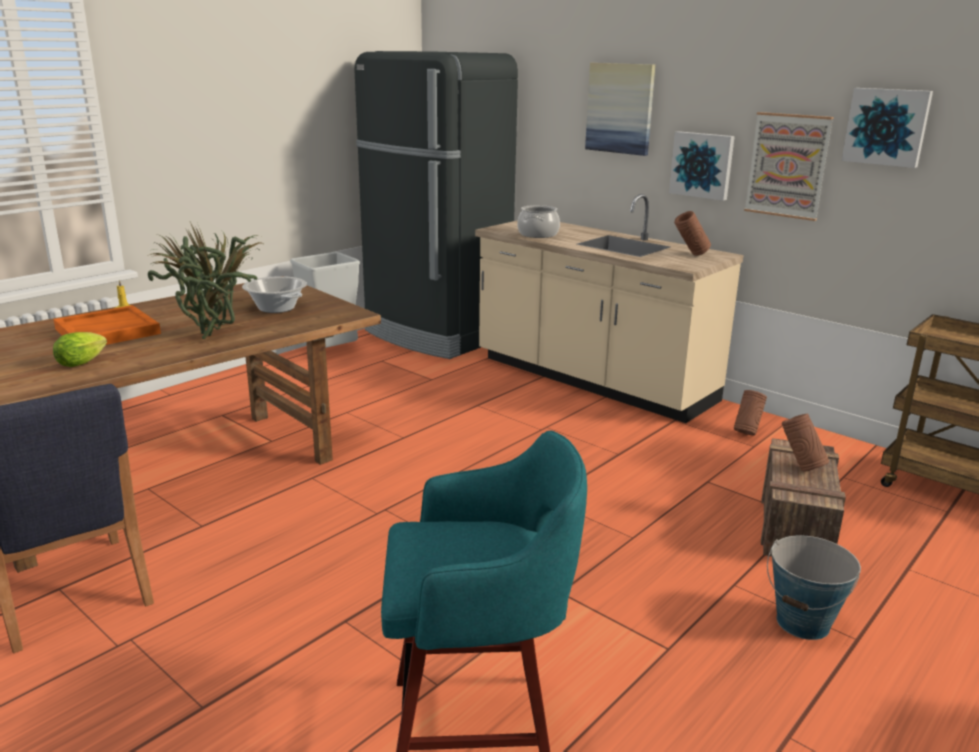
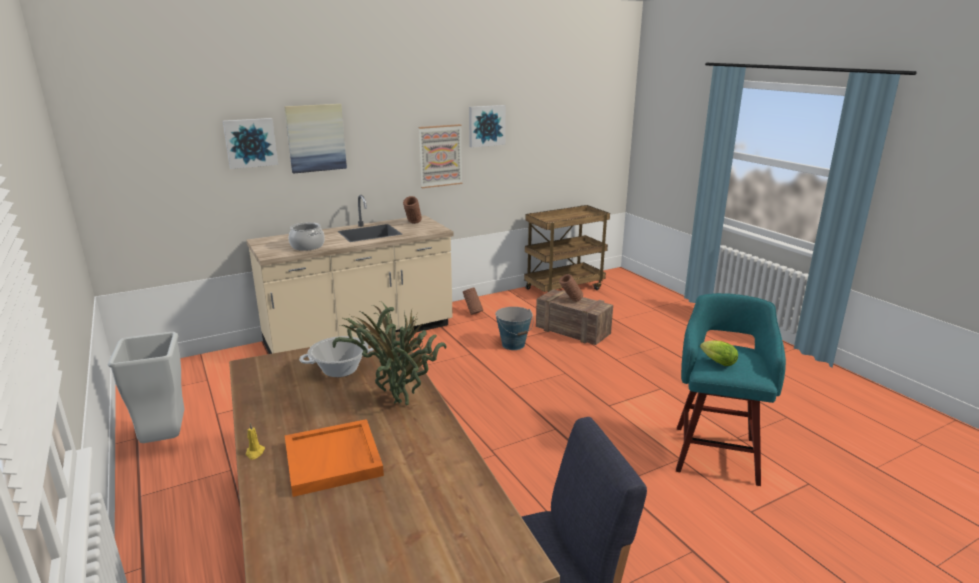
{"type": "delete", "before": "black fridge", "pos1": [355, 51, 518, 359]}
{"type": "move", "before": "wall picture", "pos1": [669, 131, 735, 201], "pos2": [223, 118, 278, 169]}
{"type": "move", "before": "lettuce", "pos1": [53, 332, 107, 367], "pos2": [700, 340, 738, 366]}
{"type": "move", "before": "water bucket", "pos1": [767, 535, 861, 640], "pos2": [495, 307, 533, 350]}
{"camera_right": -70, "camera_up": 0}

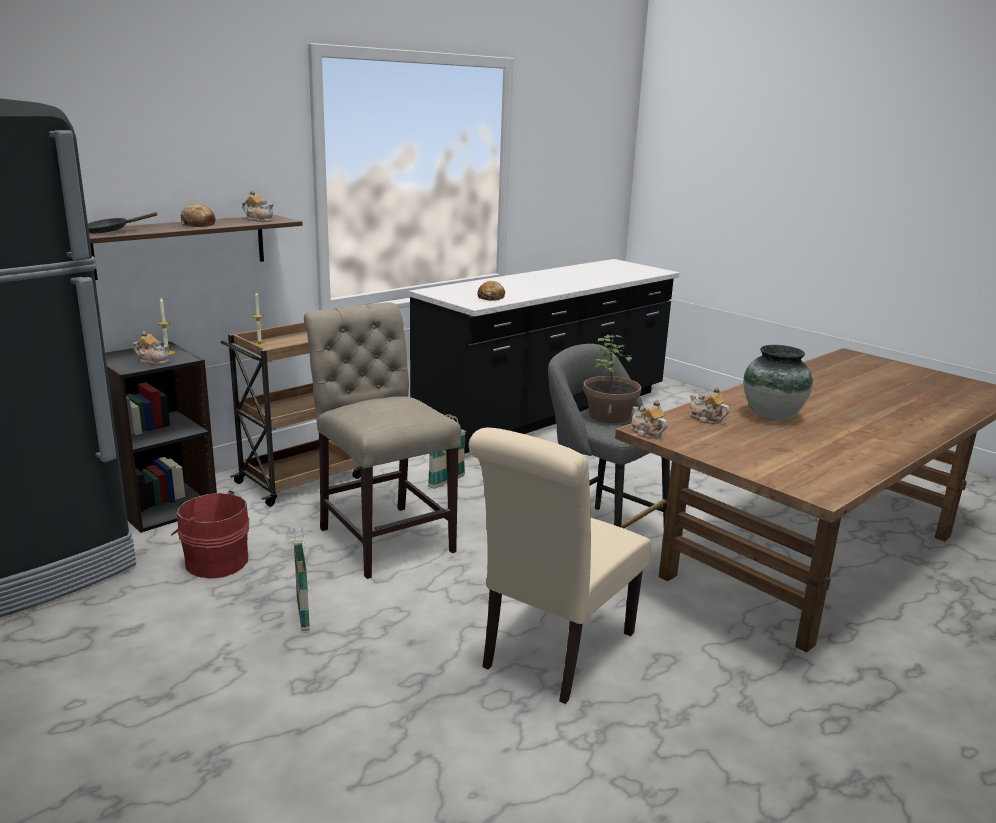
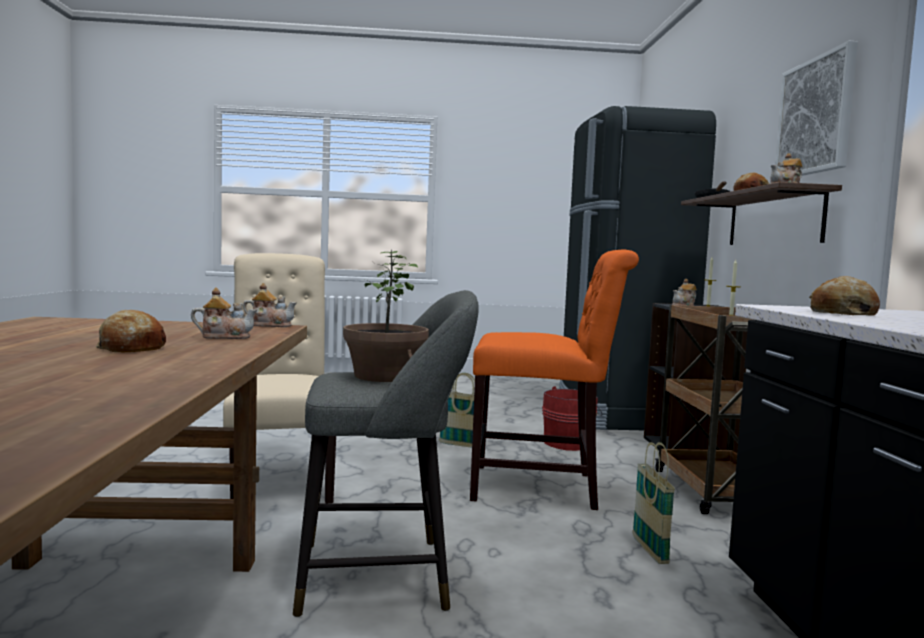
{"type": "recolor", "before": "beige-coloured plain chair", "after": "orange plain chair", "pos1": [304, 302, 461, 579], "pos2": [470, 250, 639, 510]}
{"type": "replace", "before": "vase", "after": "bakery bread", "pos1": [743, 345, 813, 420], "pos2": [96, 310, 166, 352]}
{"type": "insert", "after": "wall picture", "pos2": [775, 41, 858, 176]}
{"camera_right": 130, "camera_up": -15}

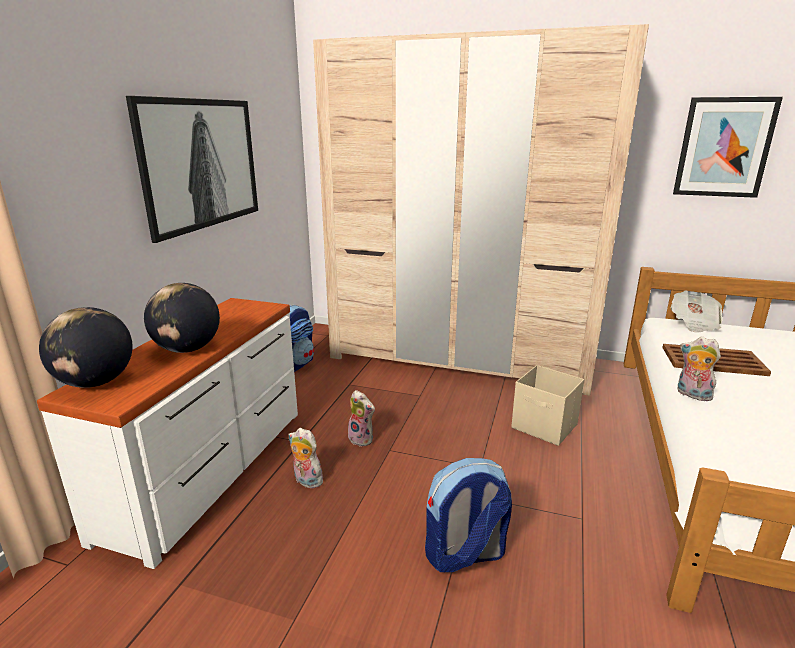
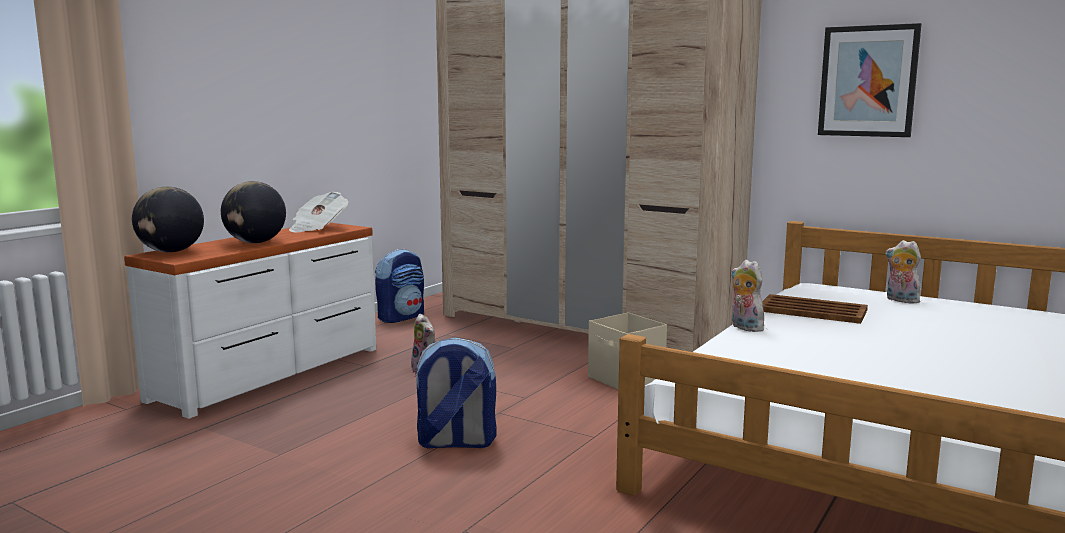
{"type": "delete", "before": "wall picture", "pos1": [126, 96, 258, 243]}
{"type": "move", "before": "newspaper", "pos1": [670, 290, 722, 333], "pos2": [289, 192, 348, 232]}
{"type": "move", "before": "soft toy", "pos1": [289, 428, 323, 488], "pos2": [885, 240, 921, 304]}
{"camera_right": 15, "camera_up": -10}

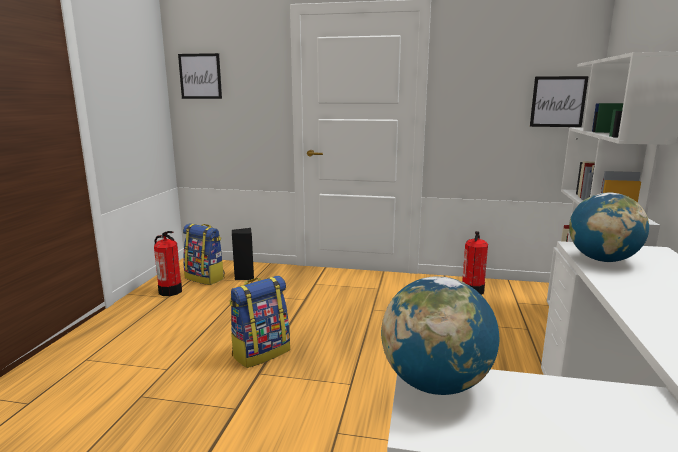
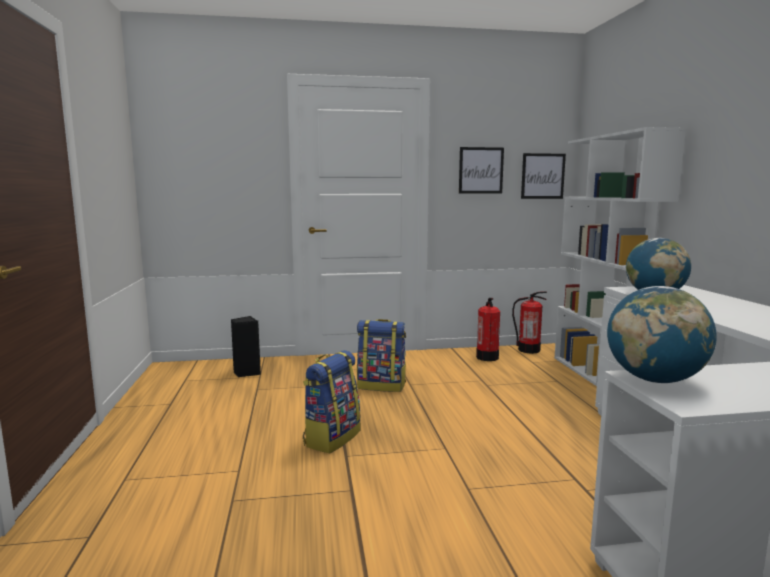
{"type": "move", "before": "wall picture", "pos1": [178, 53, 222, 99], "pos2": [459, 147, 504, 193]}
{"type": "move", "before": "knapsack", "pos1": [183, 223, 225, 285], "pos2": [357, 319, 406, 392]}
{"type": "move", "before": "extinguisher", "pos1": [154, 231, 182, 296], "pos2": [512, 291, 547, 354]}
{"camera_right": -20, "camera_up": -5}

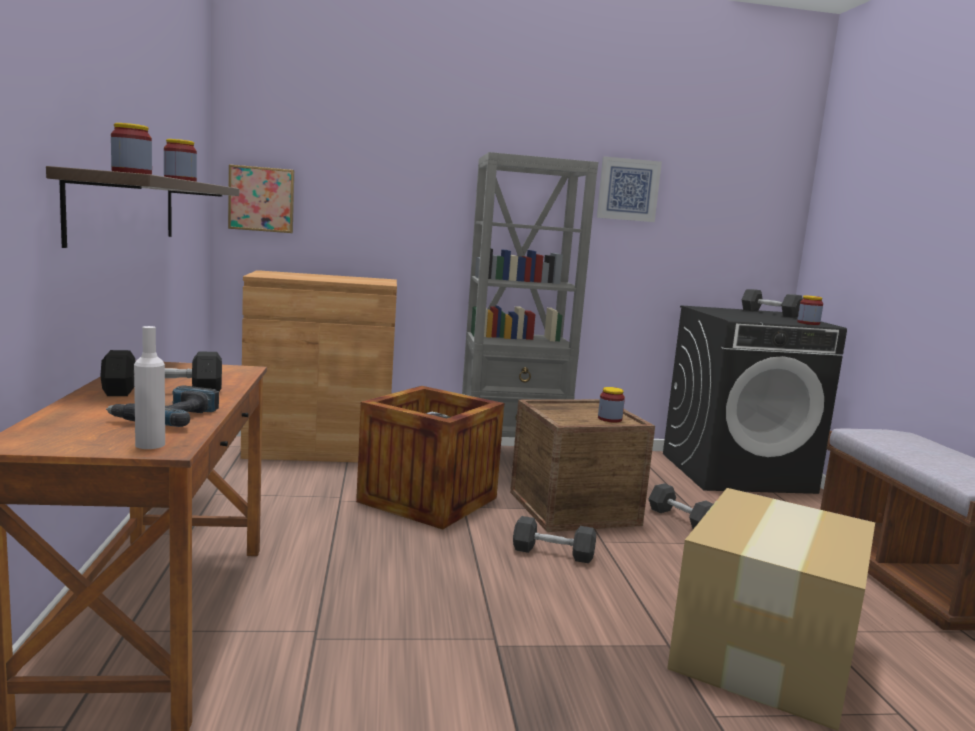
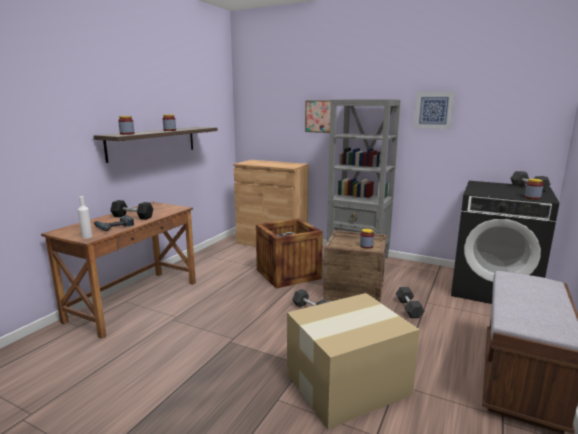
{"type": "move", "before": "wall picture", "pos1": [228, 164, 294, 233], "pos2": [305, 100, 331, 133]}
{"camera_right": 35, "camera_up": 5}

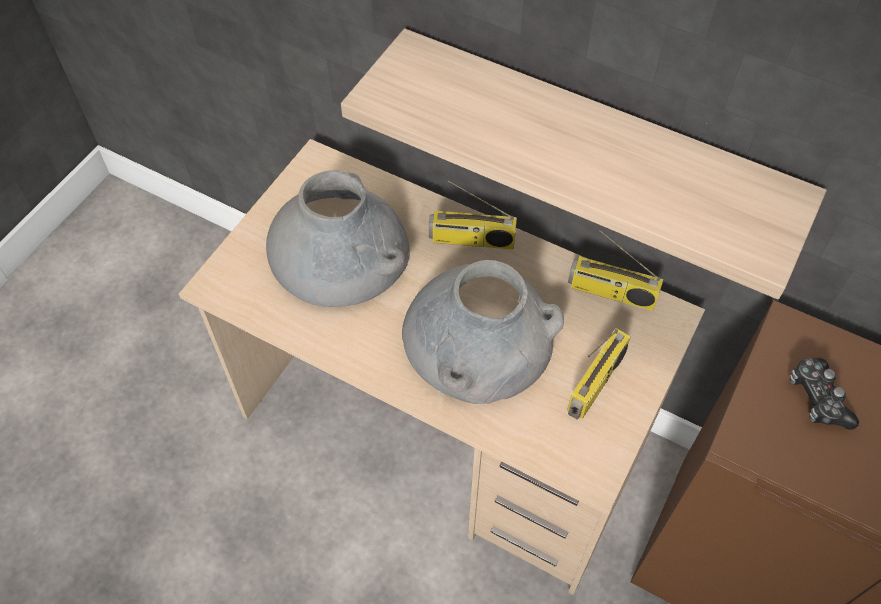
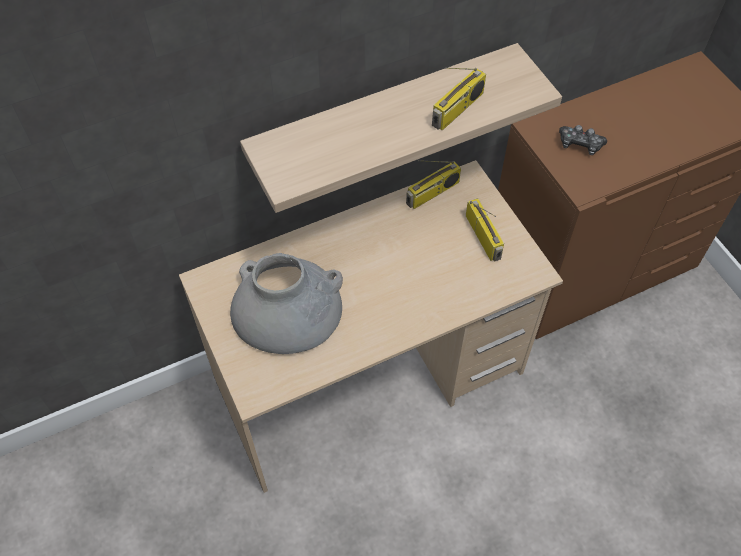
{"type": "move", "before": "radio set", "pos1": [429, 180, 517, 250], "pos2": [432, 67, 486, 130]}
{"type": "delete", "before": "grey vase", "pos1": [402, 260, 564, 404]}
{"camera_right": -55, "camera_up": 0}

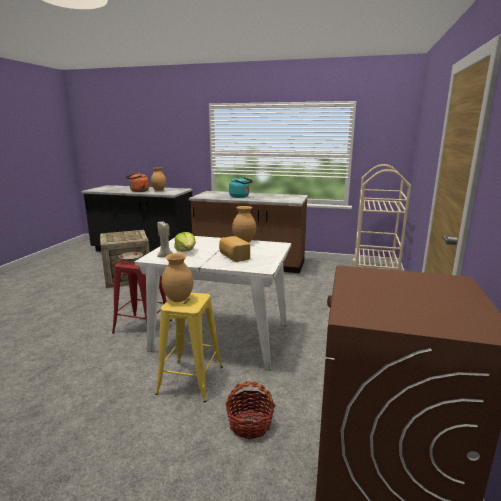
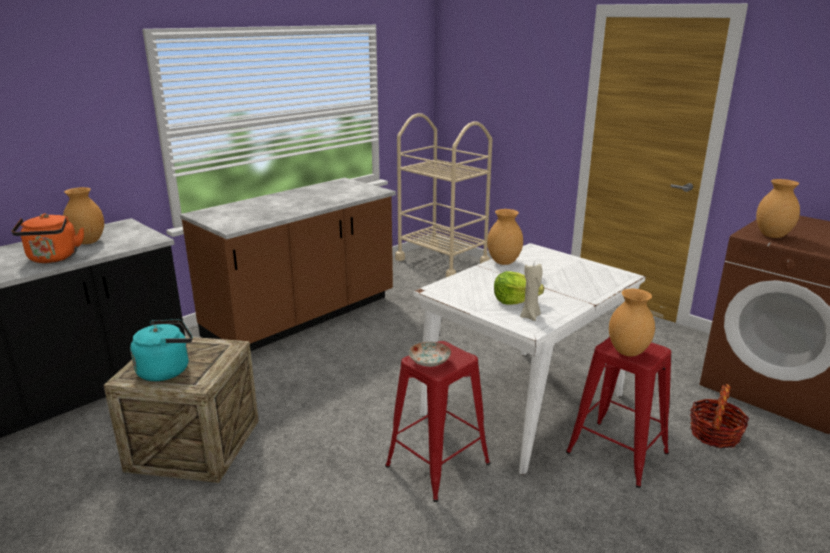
{"type": "move", "before": "turquoise-coloured tea kettle", "pos1": [229, 177, 253, 198], "pos2": [130, 319, 192, 381]}
{"type": "delete", "before": "bakery bread", "pos1": [219, 236, 250, 262]}
{"type": "recolor", "before": "yellowish stool", "after": "red stool", "pos1": [155, 293, 223, 402], "pos2": [566, 337, 671, 488]}
{"type": "insert", "after": "brownish vase", "pos2": [756, 179, 800, 238]}
{"camera_right": -60, "camera_up": 5}

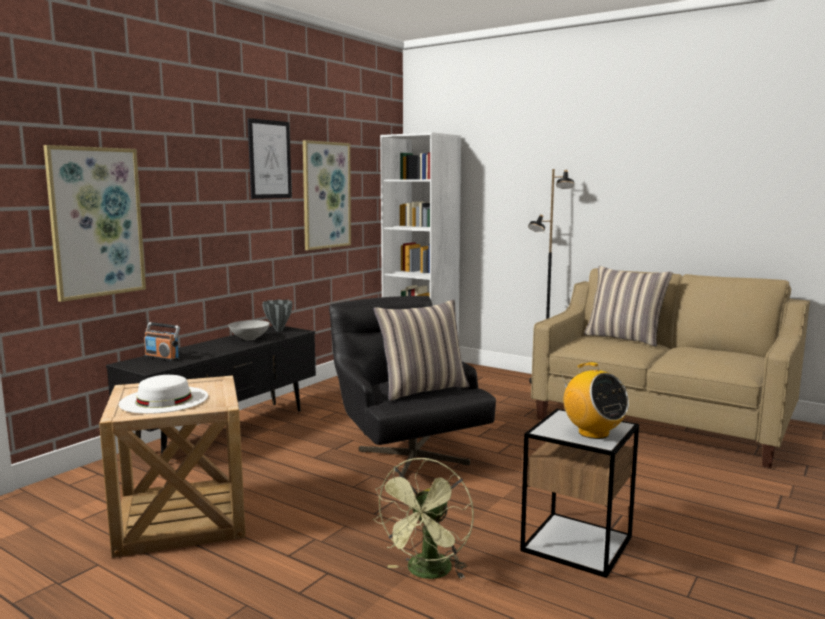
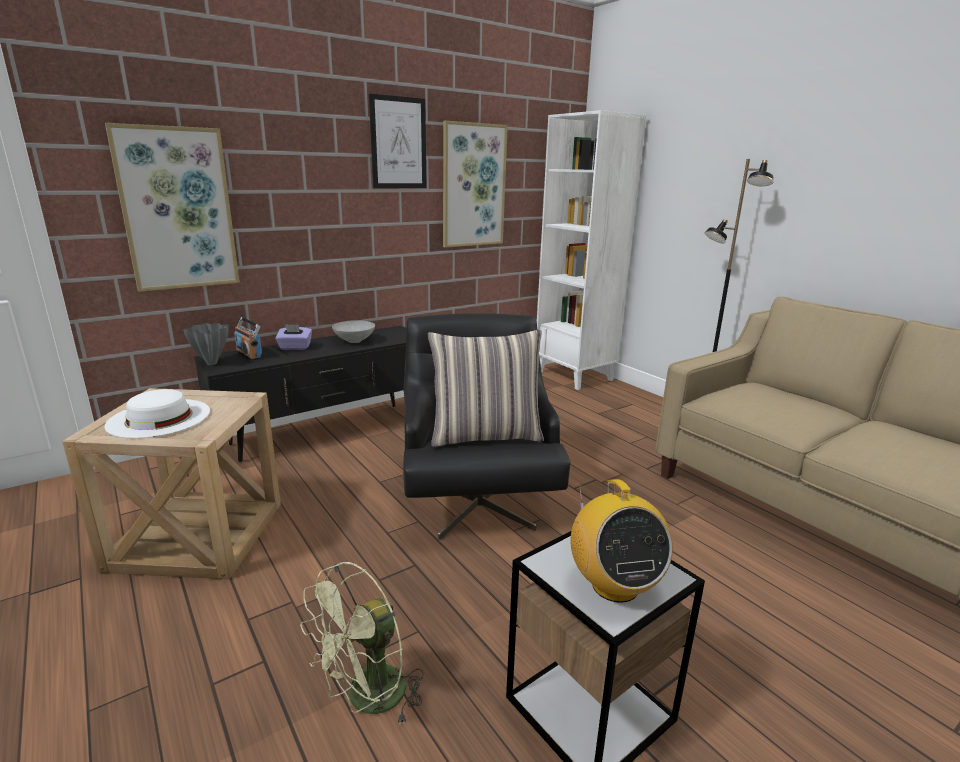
{"type": "delete", "before": "pillow", "pos1": [584, 266, 673, 346]}
{"type": "move", "before": "grey vase", "pos1": [262, 300, 293, 331], "pos2": [183, 323, 229, 365]}
{"type": "insert", "after": "purplish tissue box", "pos2": [275, 324, 312, 350]}
{"camera_right": 20, "camera_up": 10}

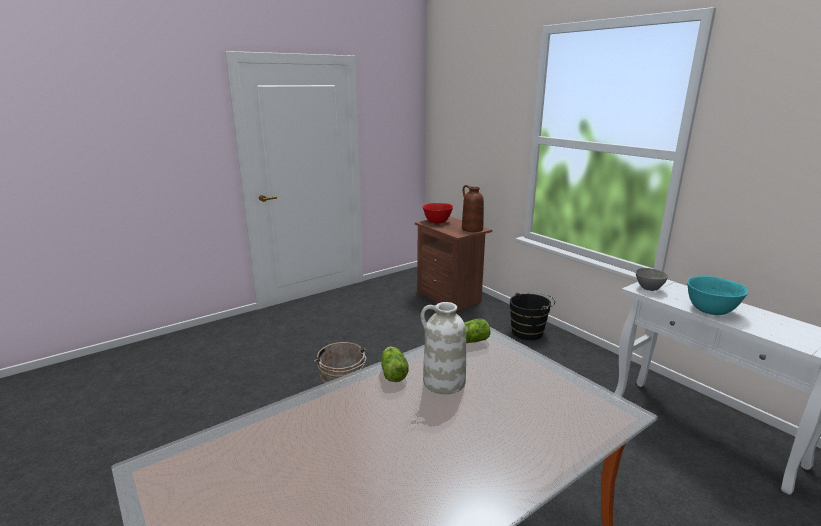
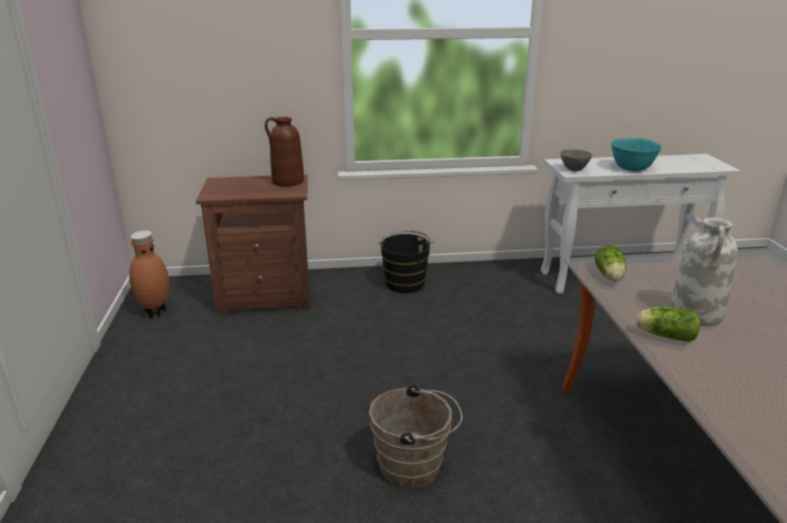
{"type": "delete", "before": "red bowl", "pos1": [423, 203, 453, 223]}
{"type": "insert", "after": "brownish vase", "pos2": [129, 230, 169, 318]}
{"camera_right": -60, "camera_up": 5}

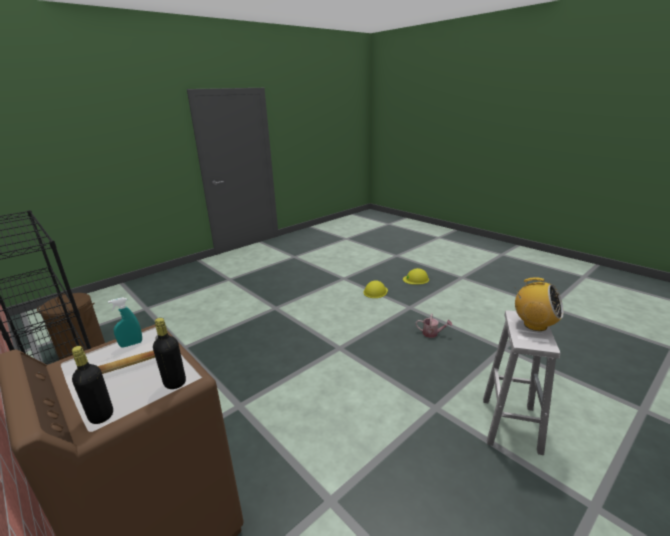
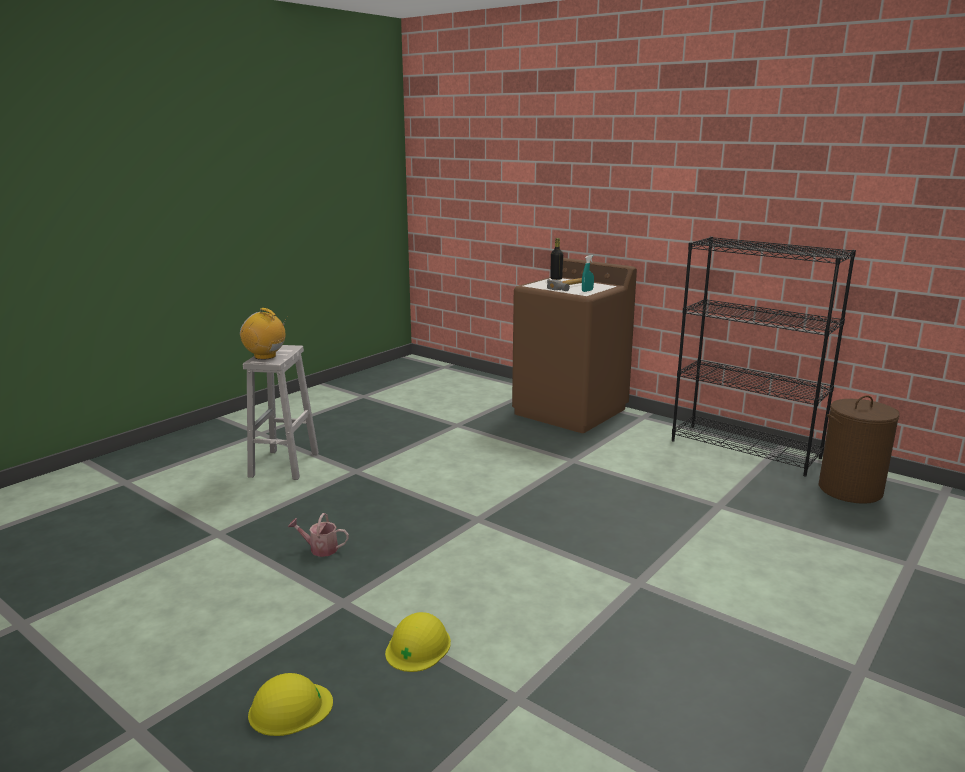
{"type": "delete", "before": "black drink bottle", "pos1": [153, 318, 186, 389]}
{"camera_right": 170, "camera_up": -5}

